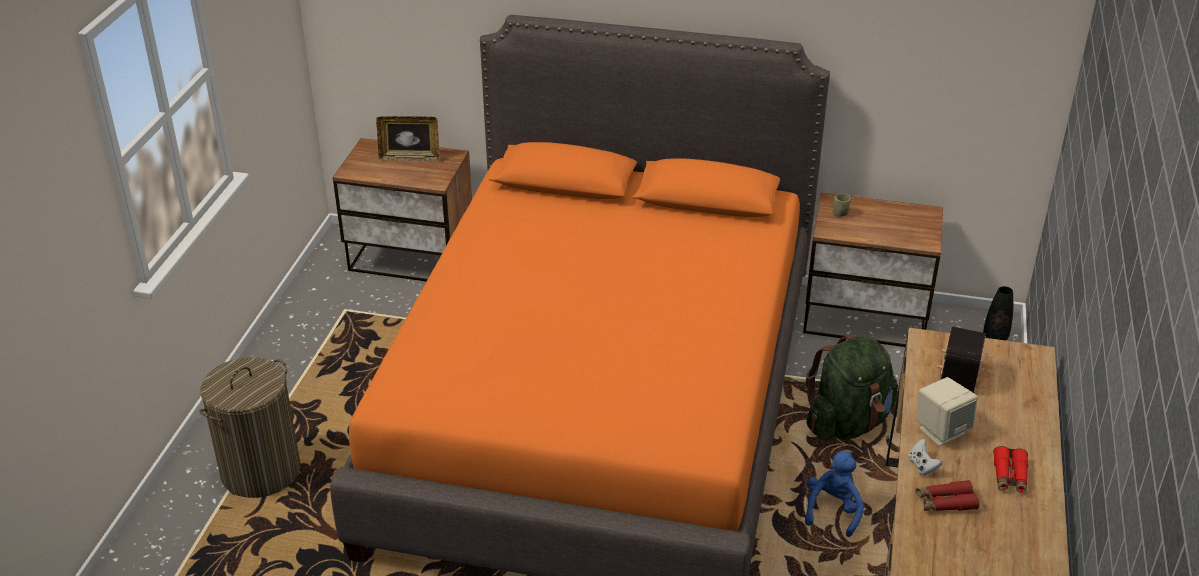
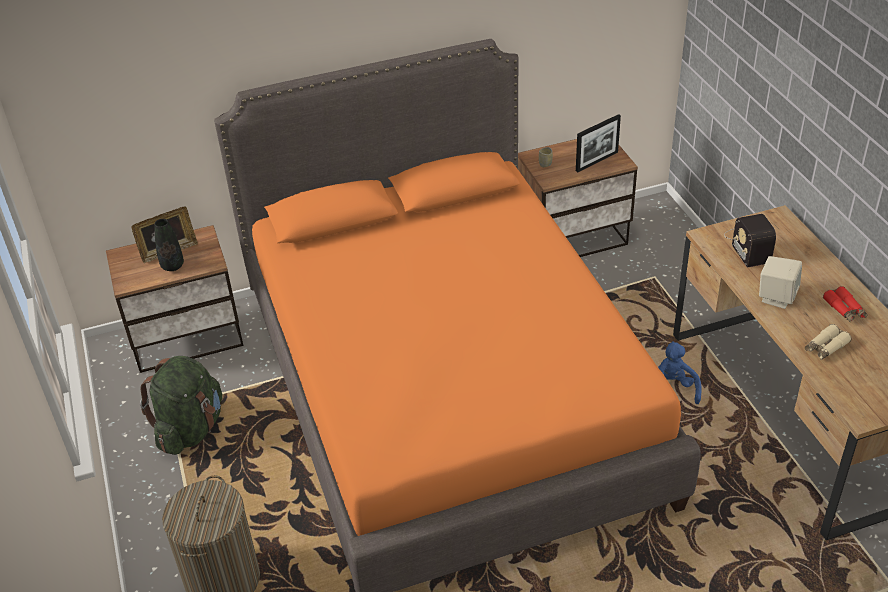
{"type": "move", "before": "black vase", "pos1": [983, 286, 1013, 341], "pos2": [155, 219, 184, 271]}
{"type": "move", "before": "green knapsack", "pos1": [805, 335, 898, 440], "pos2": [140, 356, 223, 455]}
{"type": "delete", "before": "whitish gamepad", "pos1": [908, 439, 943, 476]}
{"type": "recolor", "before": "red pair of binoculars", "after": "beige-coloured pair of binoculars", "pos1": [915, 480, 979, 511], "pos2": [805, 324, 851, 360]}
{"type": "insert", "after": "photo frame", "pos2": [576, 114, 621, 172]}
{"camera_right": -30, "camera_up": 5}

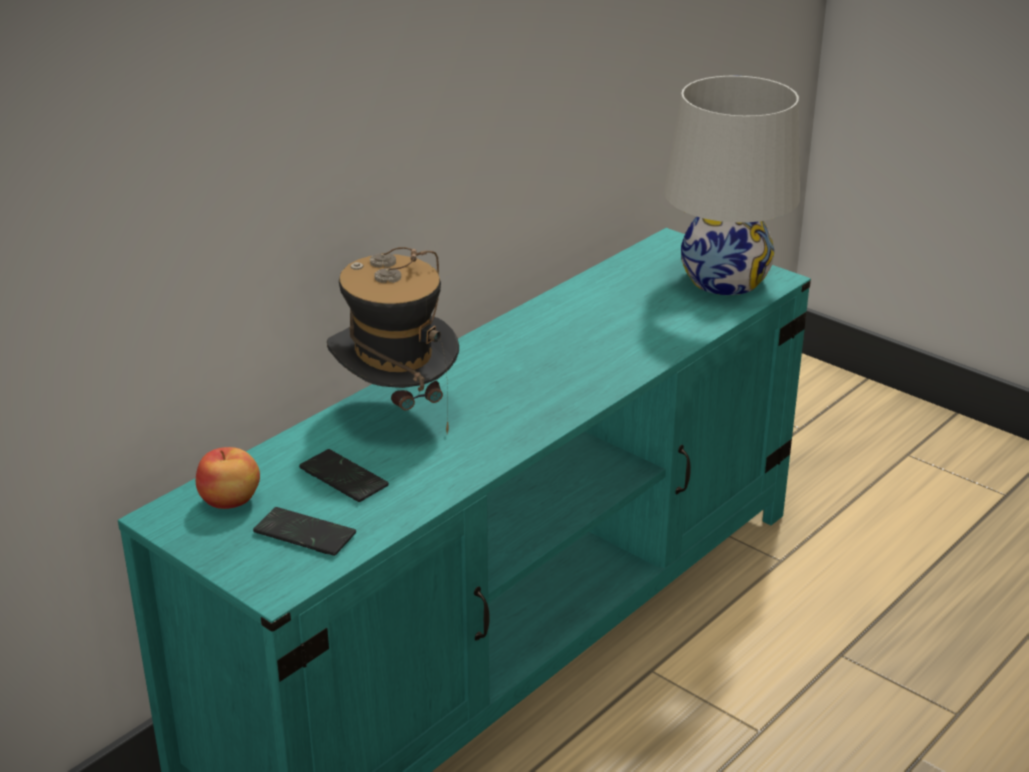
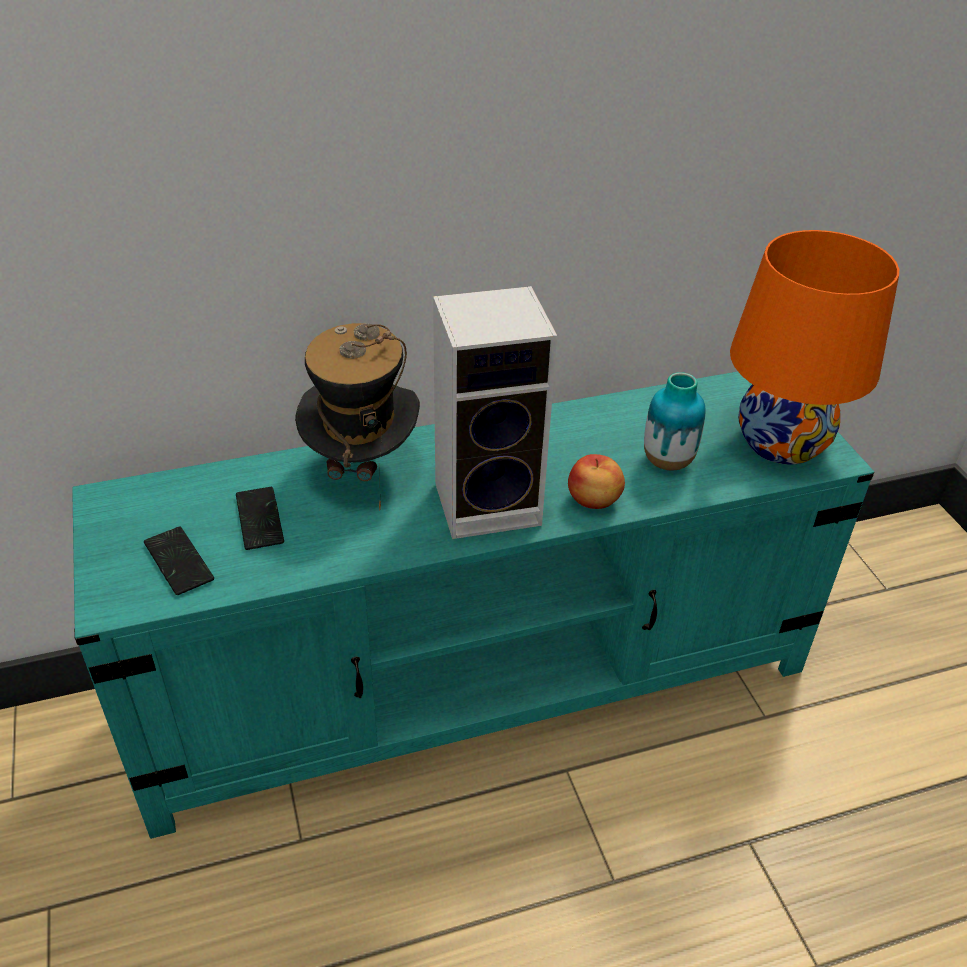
{"type": "recolor", "before": "whitish table lamp", "after": "orange table lamp", "pos1": [664, 76, 800, 295], "pos2": [730, 230, 899, 465]}
{"type": "move", "before": "apple", "pos1": [196, 447, 260, 509], "pos2": [568, 454, 625, 509]}
{"type": "insert", "after": "speaker", "pos2": [433, 286, 557, 539]}
{"type": "insert", "after": "vase", "pos2": [644, 372, 705, 470]}
{"camera_right": 30, "camera_up": 10}

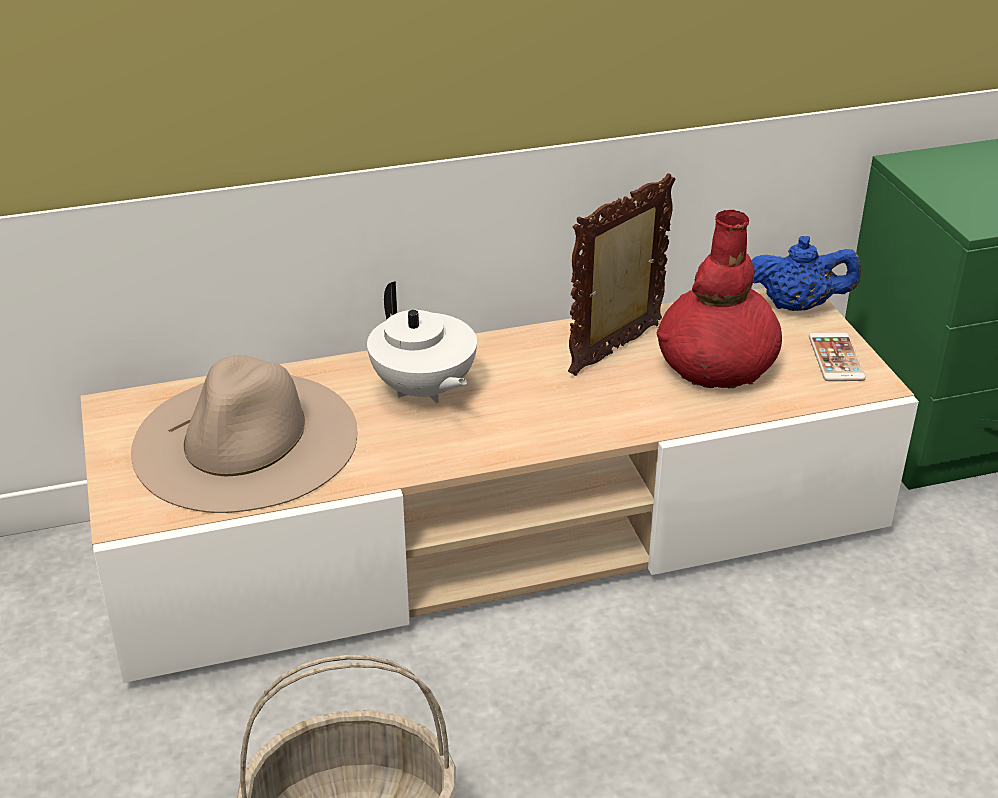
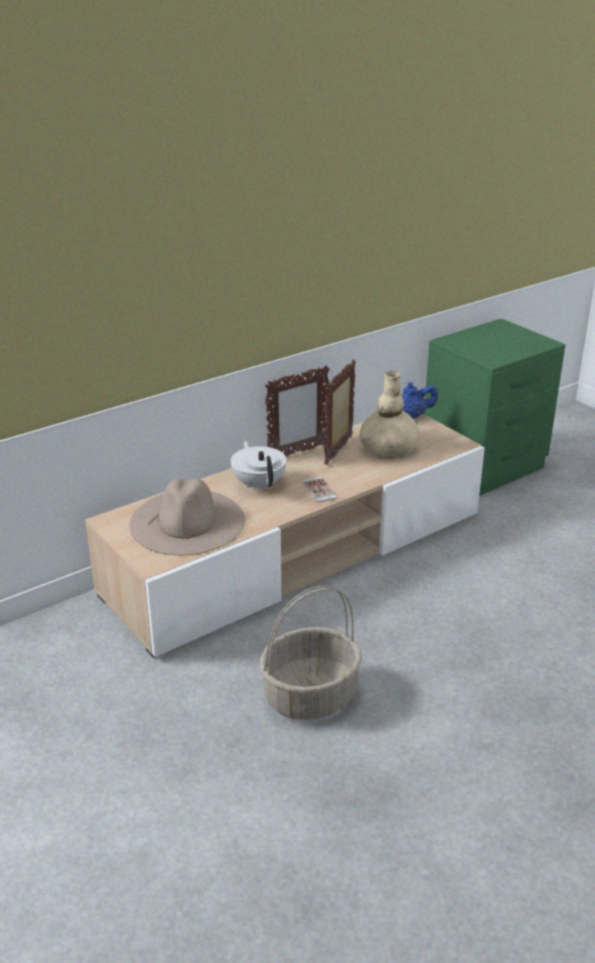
{"type": "recolor", "before": "red vase", "after": "beige-coloured vase", "pos1": [657, 210, 782, 389], "pos2": [359, 371, 420, 459]}
{"type": "rotate", "before": "whitish teapot", "pos1": [367, 281, 477, 404], "pos2": [231, 440, 286, 491], "turn": -150}
{"type": "move", "before": "telephone", "pos1": [809, 333, 866, 381], "pos2": [302, 477, 338, 502]}
{"type": "insert", "after": "photo frame", "pos2": [265, 365, 330, 456]}
{"camera_right": -20, "camera_up": -5}

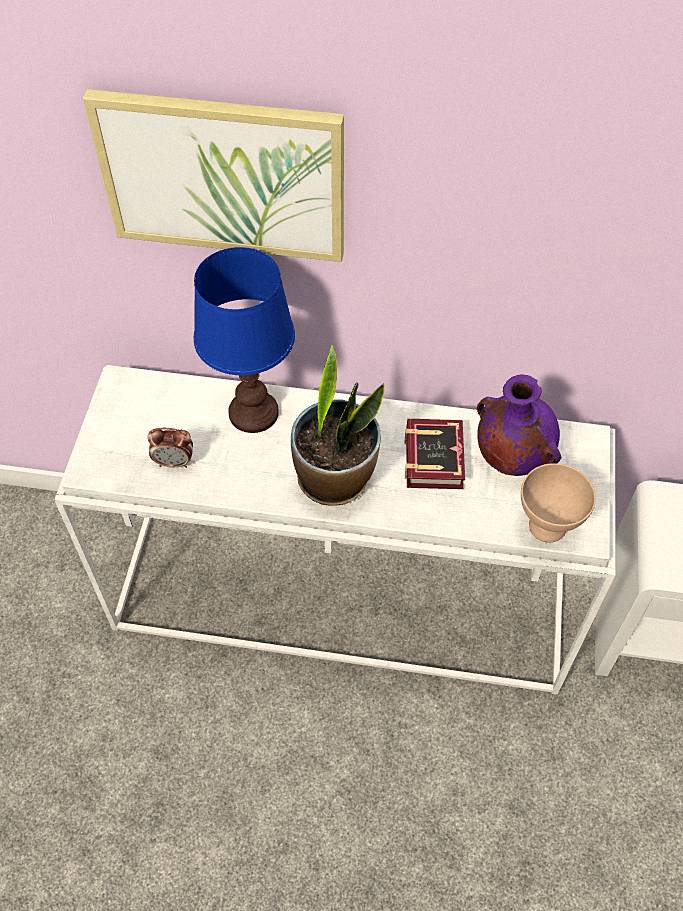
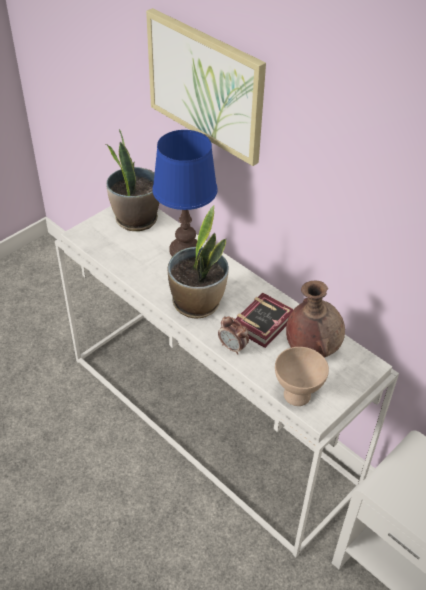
{"type": "recolor", "before": "purplish vase", "after": "brownish vase", "pos1": [477, 375, 562, 476], "pos2": [286, 280, 345, 358]}
{"type": "move", "before": "table clock", "pos1": [147, 428, 193, 468], "pos2": [218, 316, 249, 355]}
{"type": "insert", "after": "houseplant", "pos2": [106, 129, 159, 231]}
{"camera_right": 35, "camera_up": -10}

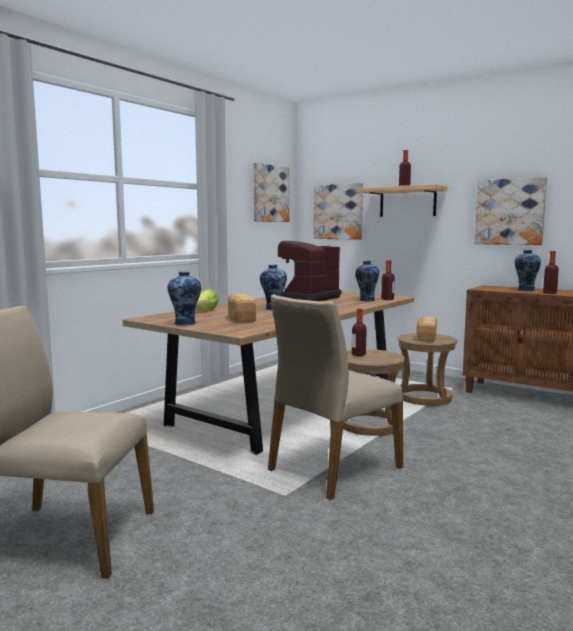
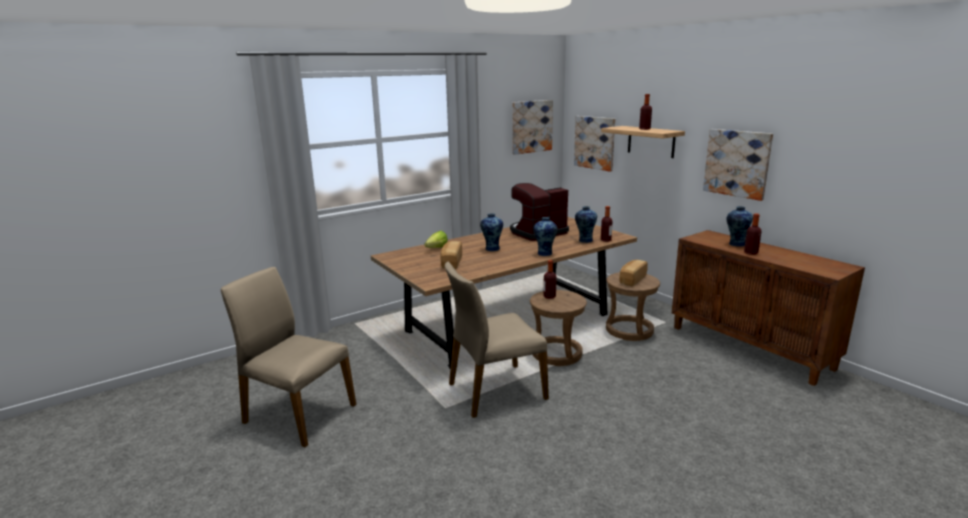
{"type": "move", "before": "vase", "pos1": [168, 272, 201, 326], "pos2": [534, 217, 558, 256]}
{"camera_right": 20, "camera_up": 10}

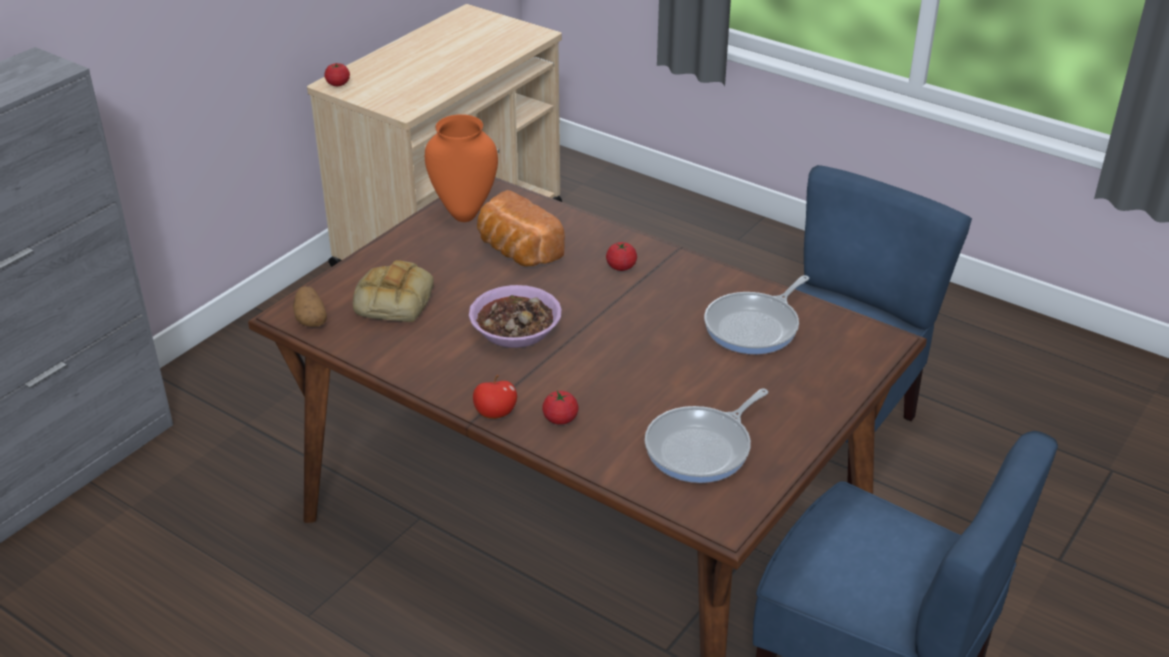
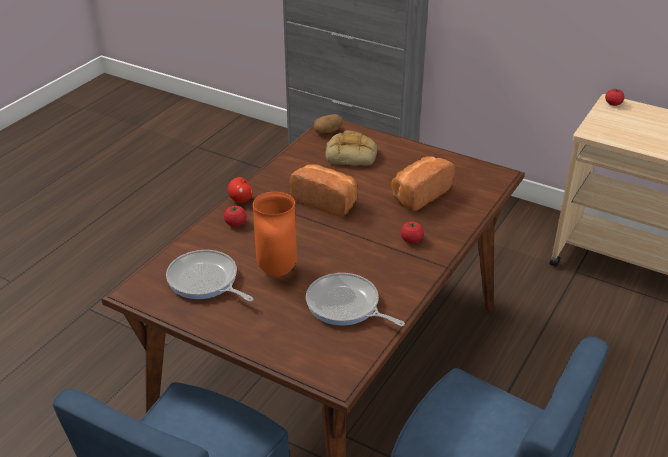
{"type": "move", "before": "orange vase", "pos1": [425, 114, 498, 222], "pos2": [253, 192, 297, 276]}
{"type": "replace", "before": "bowl", "after": "bakery bread", "pos1": [469, 285, 562, 348], "pos2": [290, 164, 358, 217]}
{"camera_right": 85, "camera_up": 0}

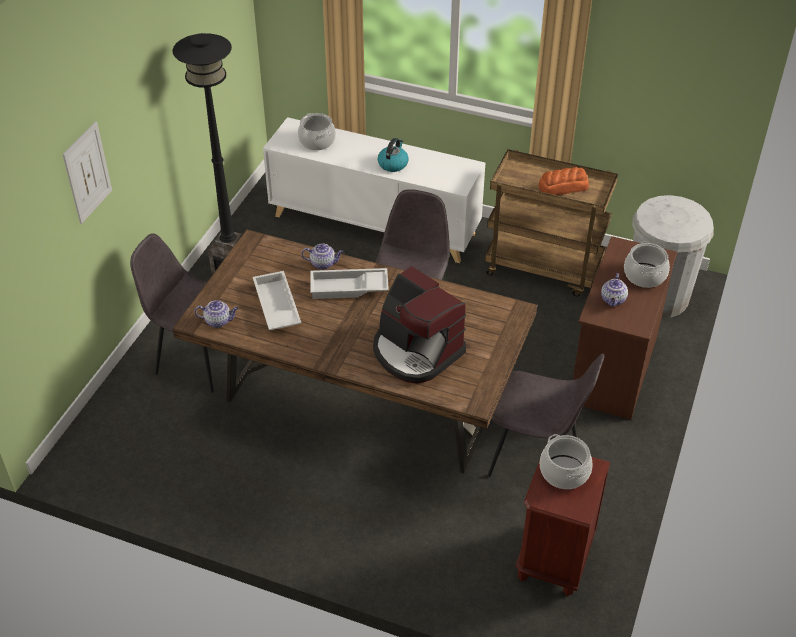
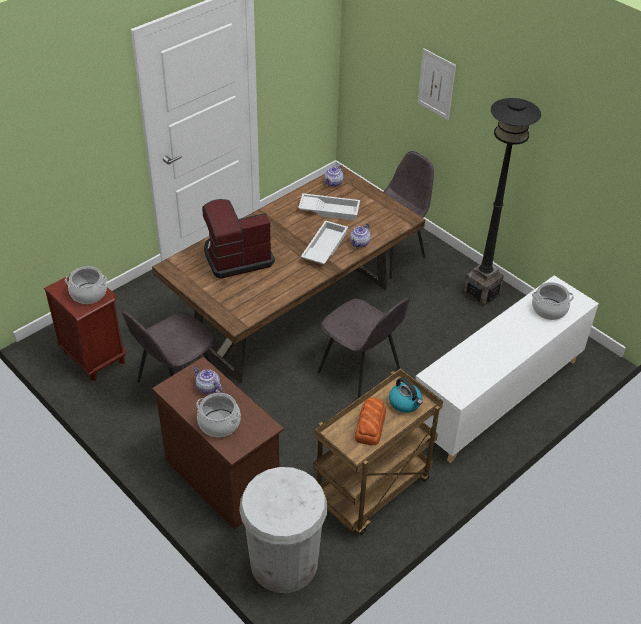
{"type": "move", "before": "tea kettle", "pos1": [378, 138, 408, 172], "pos2": [389, 377, 423, 413]}
{"camera_right": 115, "camera_up": 0}

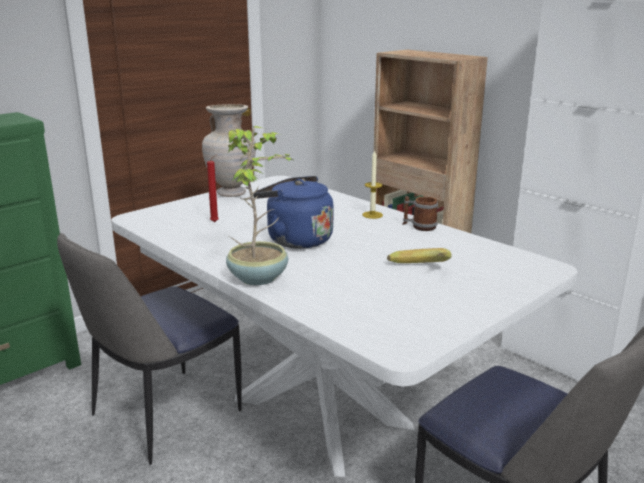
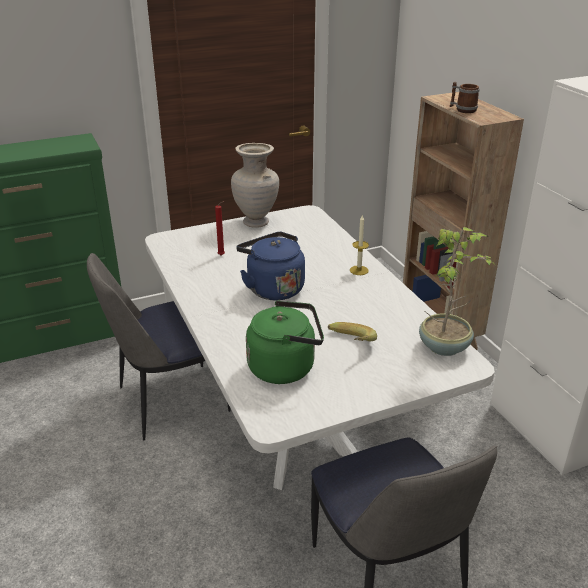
{"type": "move", "before": "houseplant", "pos1": [226, 126, 296, 285], "pos2": [419, 227, 496, 356]}
{"type": "move", "before": "tea mug", "pos1": [402, 196, 438, 231], "pos2": [449, 82, 480, 113]}
{"type": "insert", "after": "green tea kettle", "pos2": [246, 300, 324, 384]}
{"camera_right": 20, "camera_up": 10}

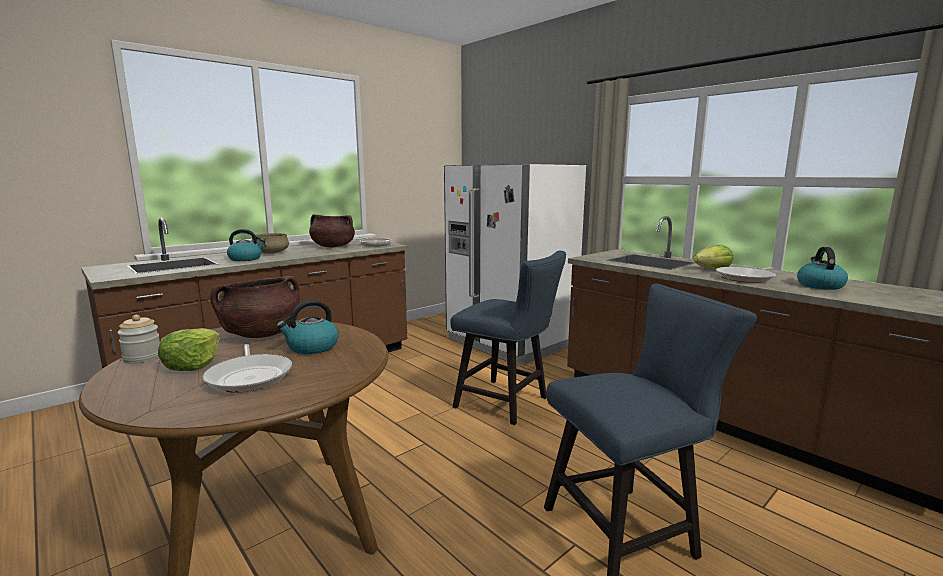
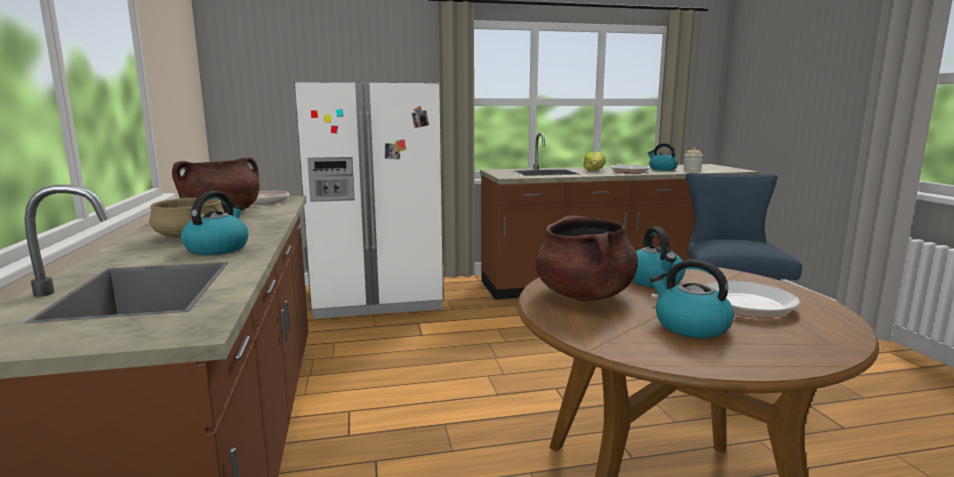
{"type": "delete", "before": "blue plain chair", "pos1": [450, 251, 566, 425]}
{"type": "move", "before": "storage jar", "pos1": [117, 315, 160, 364], "pos2": [683, 147, 703, 172]}
{"type": "replace", "before": "lettuce", "after": "tea kettle", "pos1": [158, 328, 220, 371], "pos2": [650, 259, 734, 338]}
{"camera_right": -60, "camera_up": 0}

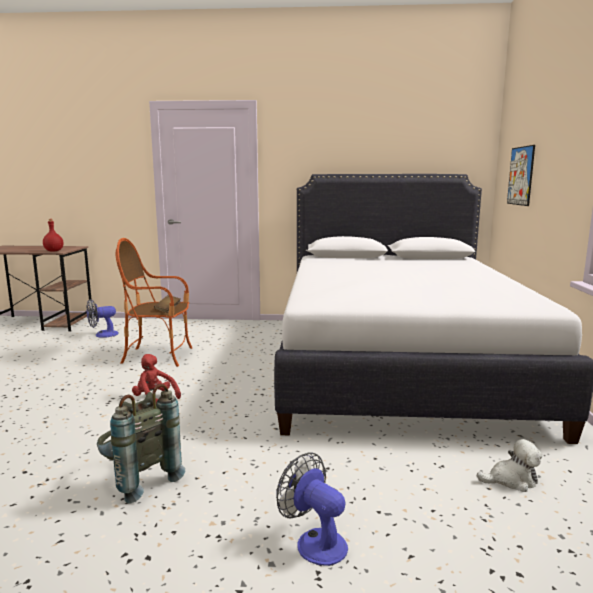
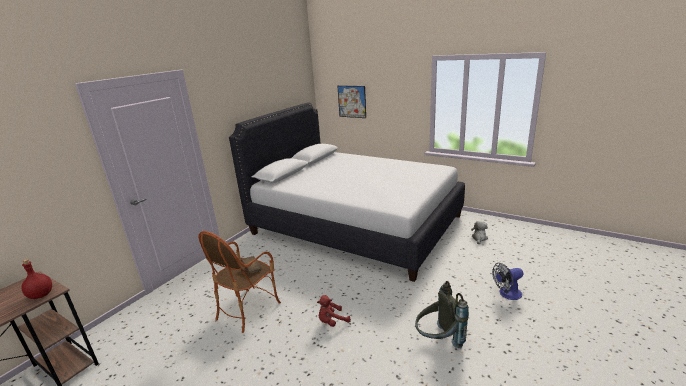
{"type": "delete", "before": "fan", "pos1": [87, 299, 119, 338]}
{"camera_right": -60, "camera_up": 10}

